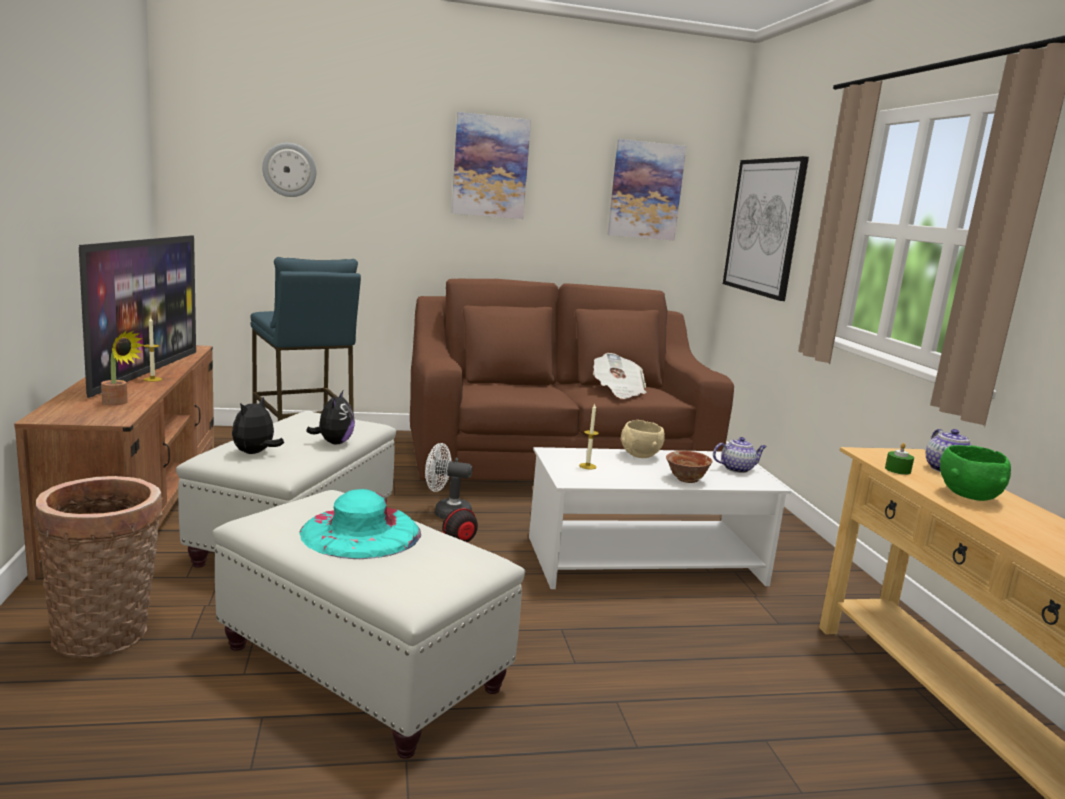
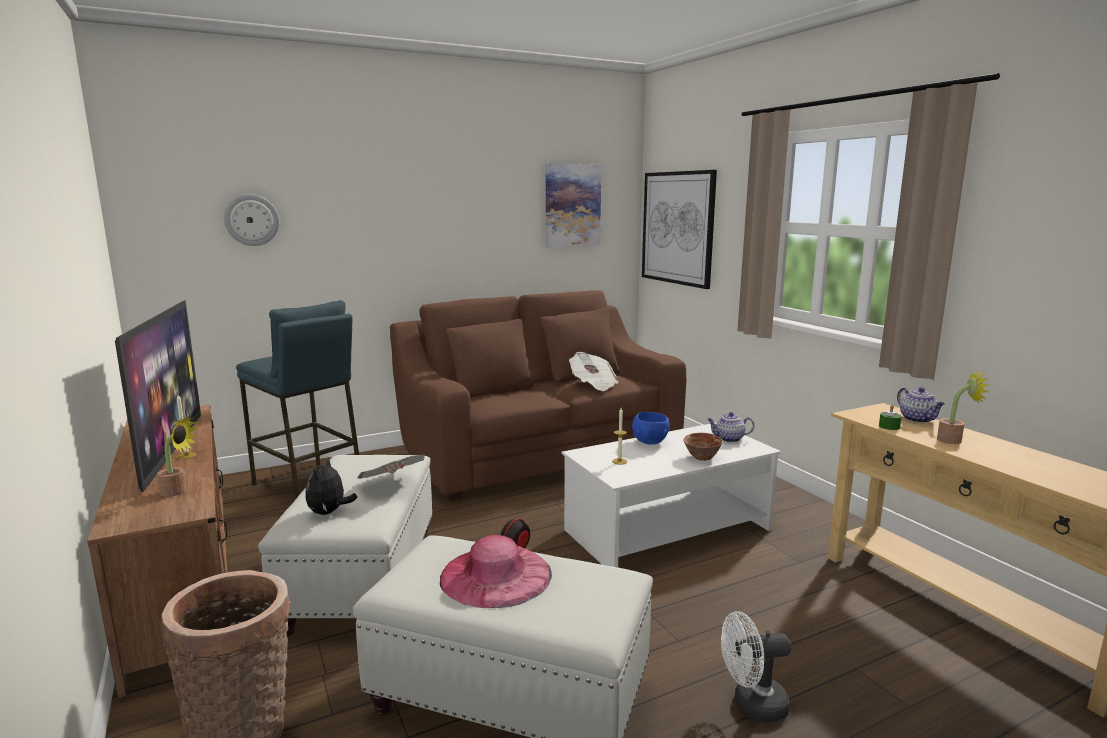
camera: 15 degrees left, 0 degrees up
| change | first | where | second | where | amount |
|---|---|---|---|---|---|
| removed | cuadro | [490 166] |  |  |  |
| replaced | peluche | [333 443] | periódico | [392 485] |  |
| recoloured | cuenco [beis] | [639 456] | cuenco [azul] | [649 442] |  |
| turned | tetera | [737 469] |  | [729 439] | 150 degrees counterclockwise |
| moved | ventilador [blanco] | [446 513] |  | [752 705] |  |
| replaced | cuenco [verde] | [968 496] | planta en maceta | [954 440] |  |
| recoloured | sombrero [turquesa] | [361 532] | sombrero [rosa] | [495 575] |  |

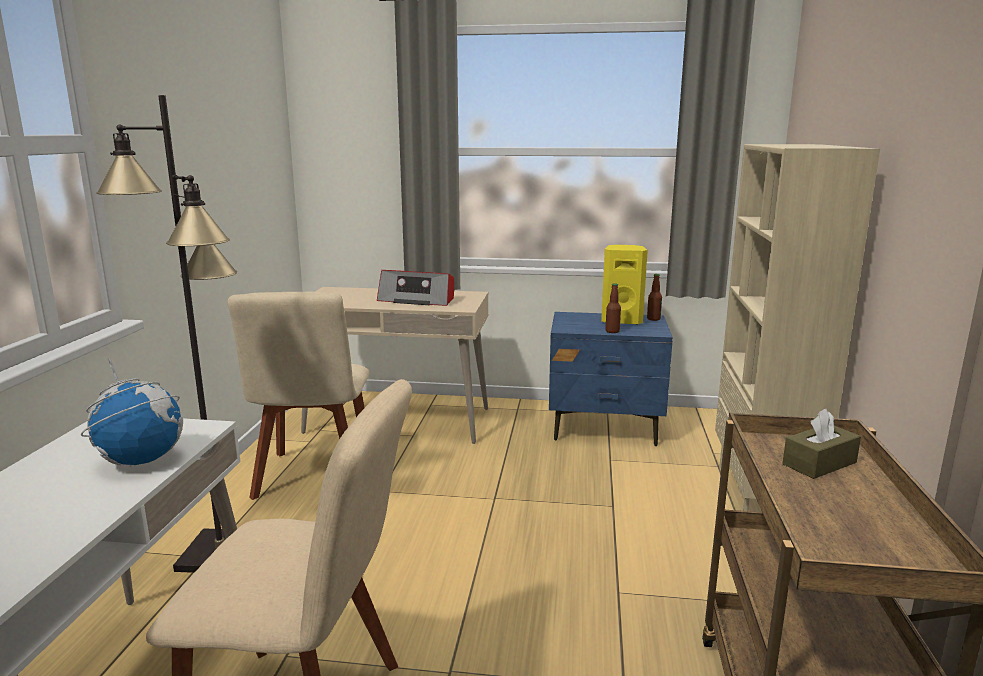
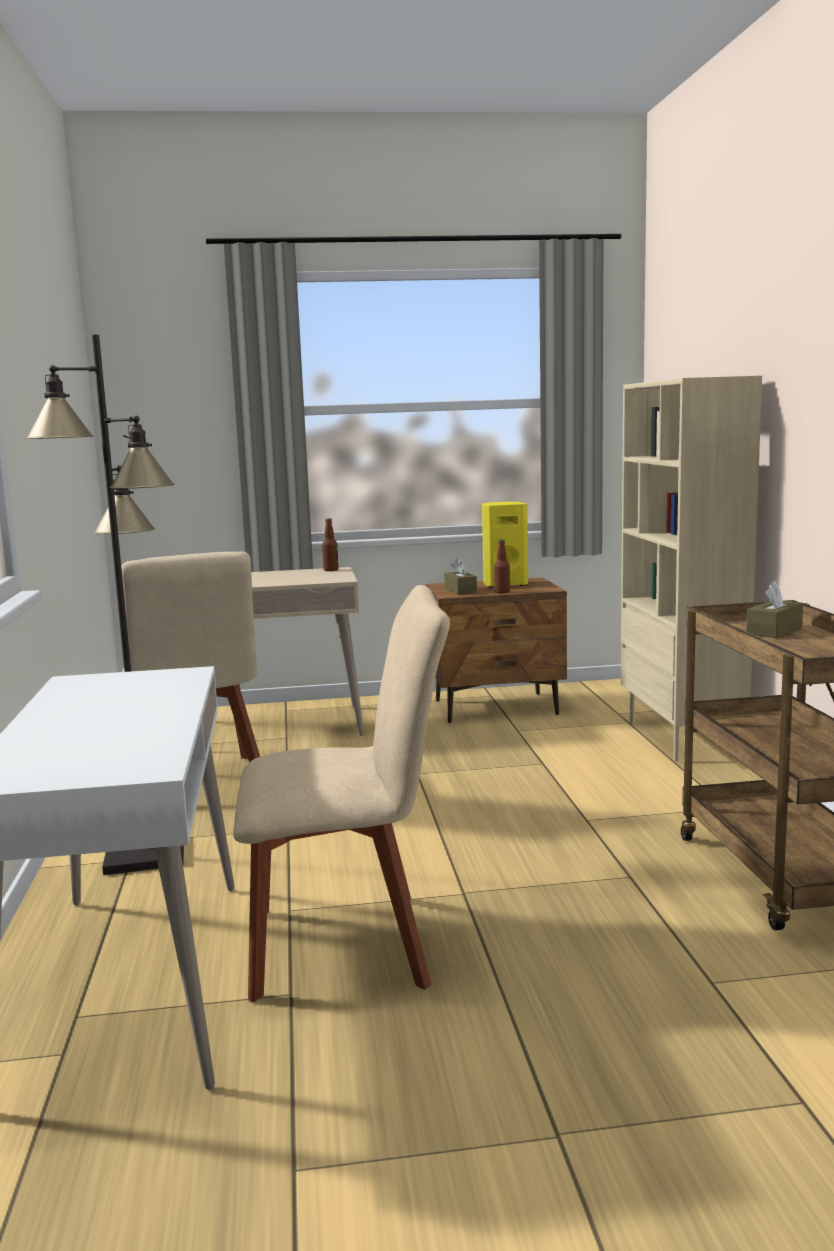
camera: 15 degrees left, 5 degrees down
| change | first | where | second | where | amount |
|---|---|---|---|---|---|
| removed | radio | [417 300] |  |  |  |
| moved | botella | [653 319] |  | [331 570] |  |
| recoloured | mesita de noche [azul] | [605 428] | mesita de noche [marrón] | [496 707] |  |
| removed | globo terráqueo | [141 460] |  |  |  |
| added |  |  | caja de pañuelos [marrón] | [460 591] |  |

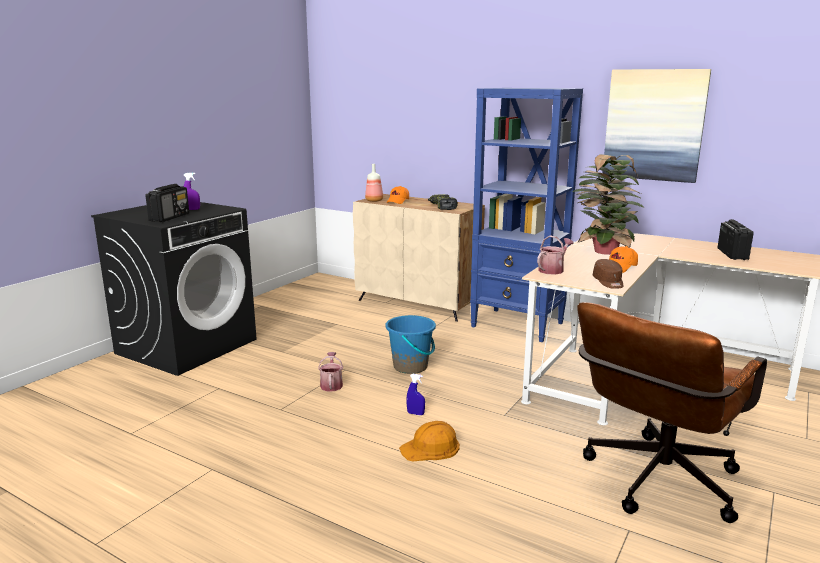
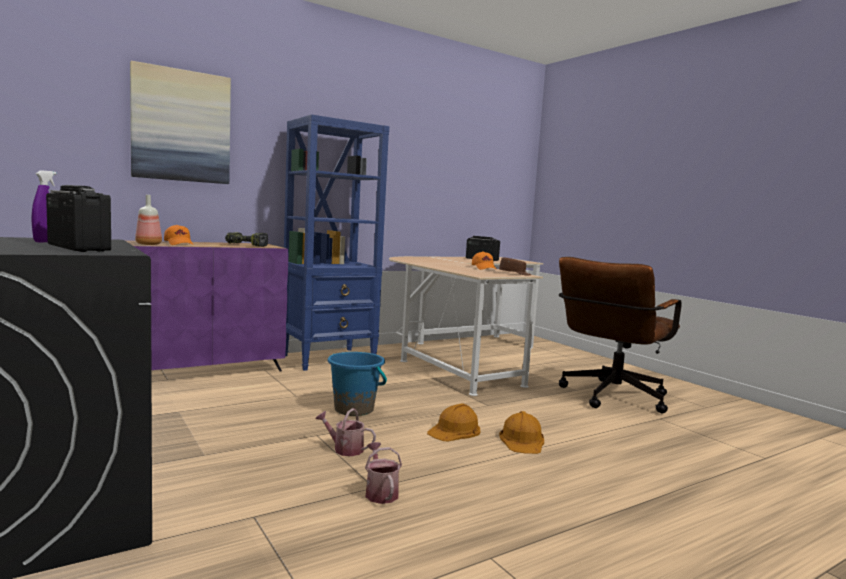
camera: 65 degrees left, 10 degrees down
| change | first | where | second | where | amount |
|---|---|---|---|---|---|
| moved | cuadro | [654 125] |  | [181 126] |  |
| removed | planta en maceta | [603 252] |  |  |  |
| recoloured | armario [beis] | [418 303] | armario [morado] | [205 370] |  |
| moved | regadera | [553 270] |  | [380 492] |  |
| turned | silla de oficina [marrón] | [655 484] |  | [610 398] | 60 degrees clockwise |
| replaced | pulverizador [azul] | [415 413] | casco [naranja] | [455 431] |  |

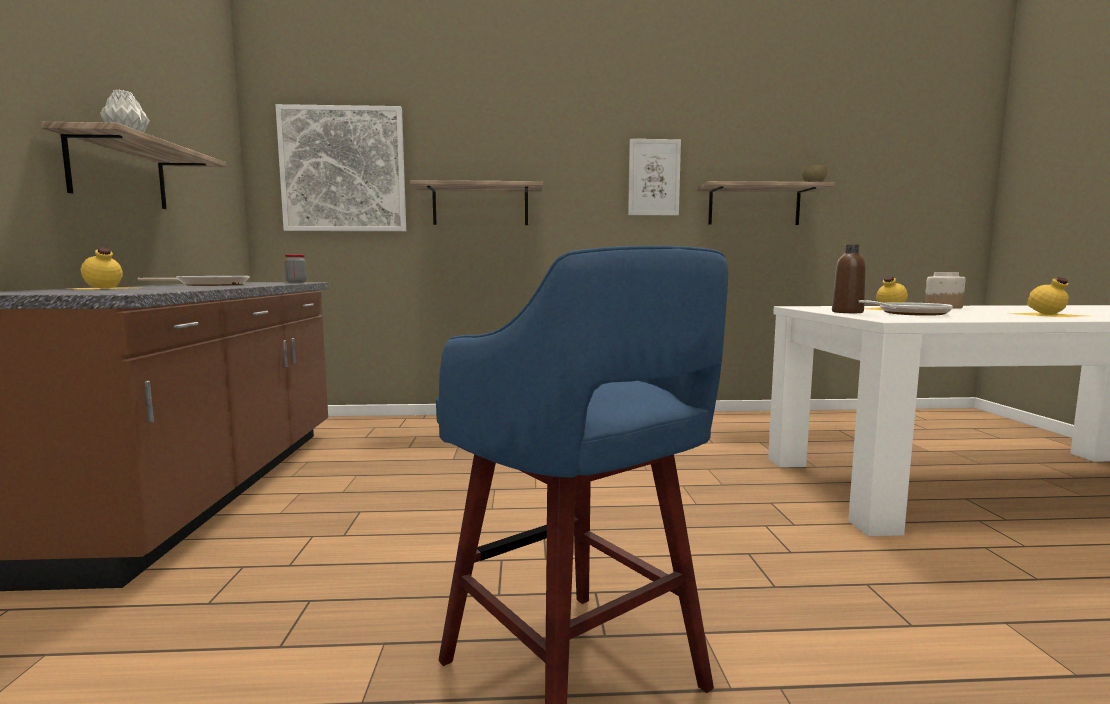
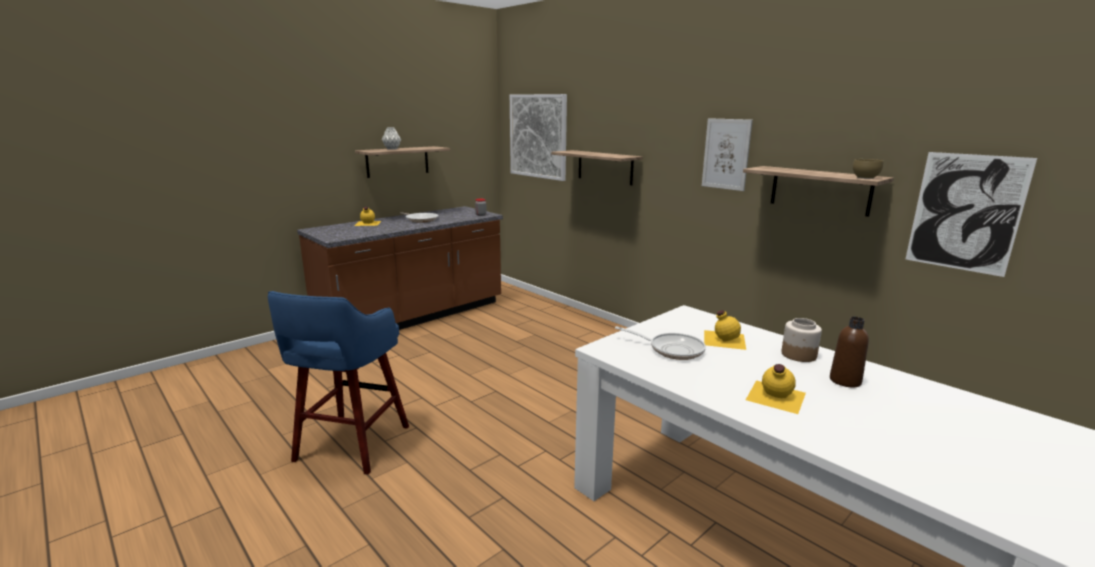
camera: 50 degrees right, 10 degrees up
| change | first | where | second | where | amount |
|---|---|---|---|---|---|
| moved | botella [marrón] | [847 312] |  | [845 381] |  |
| added |  |  | cuadro | [965 213] |  |

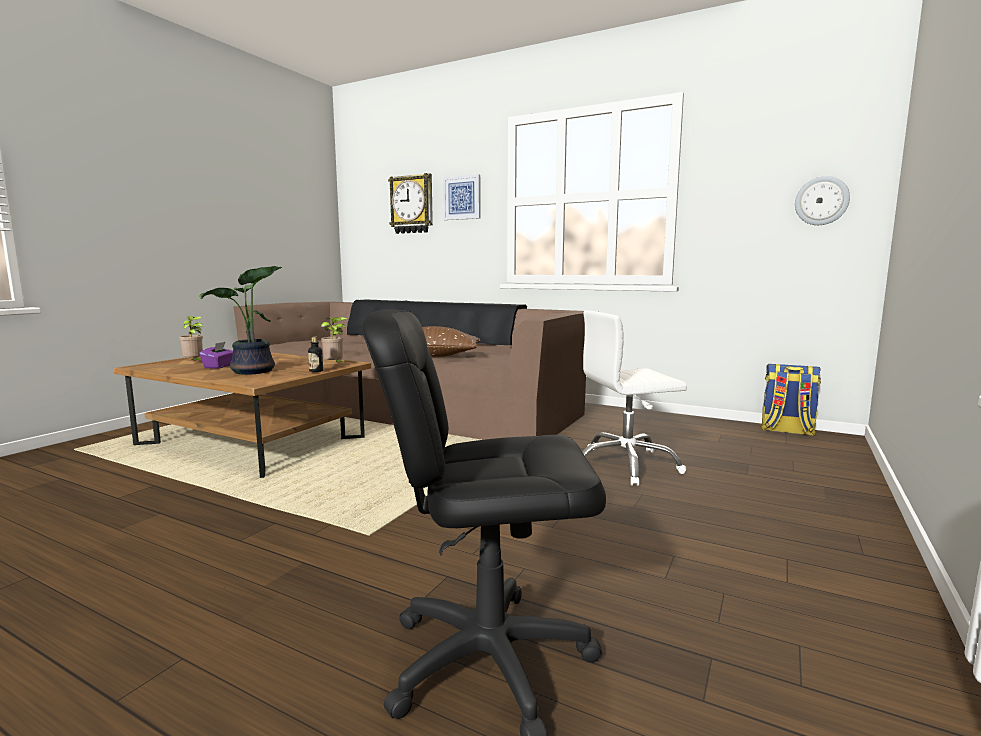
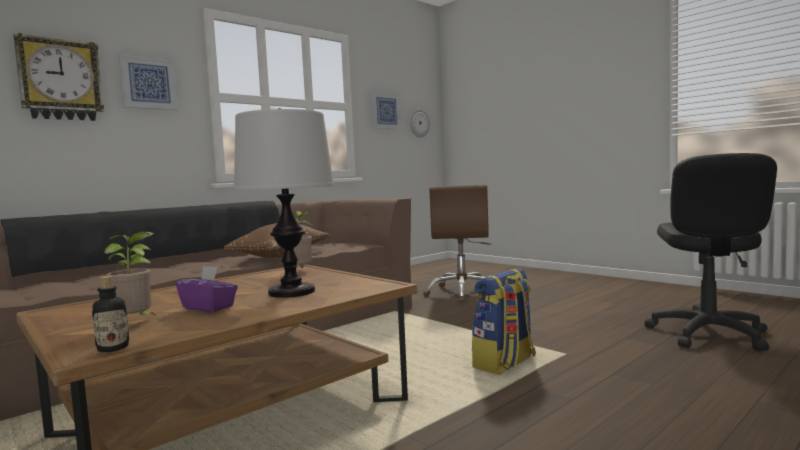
camera: 70 degrees left, 5 degrees down
| change | first | where | second | where | amount |
|---|---|---|---|---|---|
| replaced | planta en maceta | [253 372] | lámpara de mesa | [292 292] |  |
| recoloured | silla de oficina [blanco] | [626 465] | silla de oficina [marrón] | [462 293] |  |
| moved | botella | [316 371] |  | [113 348] |  |
| moved | mochila | [786 431] |  | [505 364] |  |
| added |  |  | cuadro | [385 111] |  |

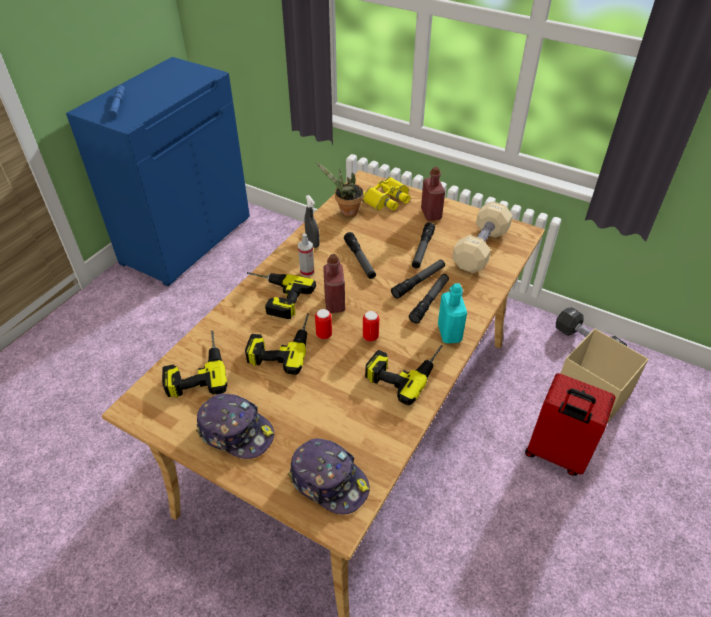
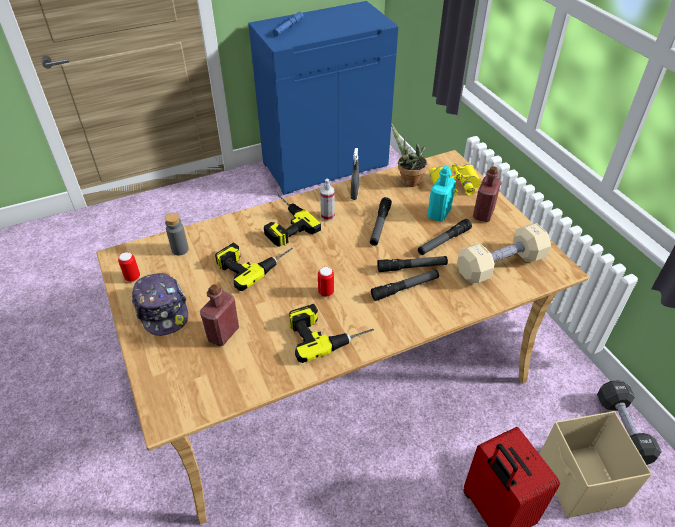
camera: 35 degrees right, 0 degrees up
| change | first | where | second | where | amount |
|---|---|---|---|---|---|
| moved | botella [rojo] | [334 303] |  | [223 333] |  |
| moved | botella [turquesa] | [449 333] |  | [439 213] |  |
| moved | lata | [324 335] |  | [132 277] |  |
| replaced | taladro | [195 368] | botella [gris] | [180 249] |  |
| removed | gorra | [329 481] |  |  |  |

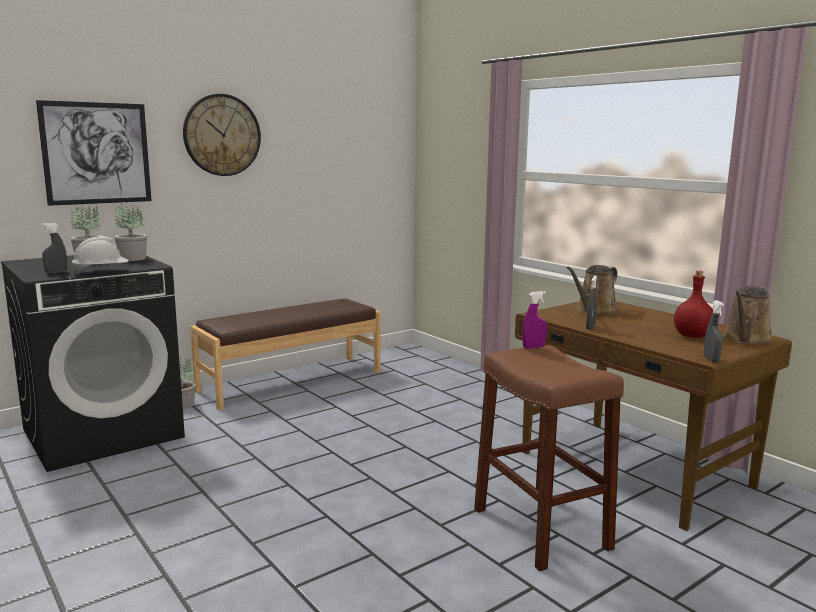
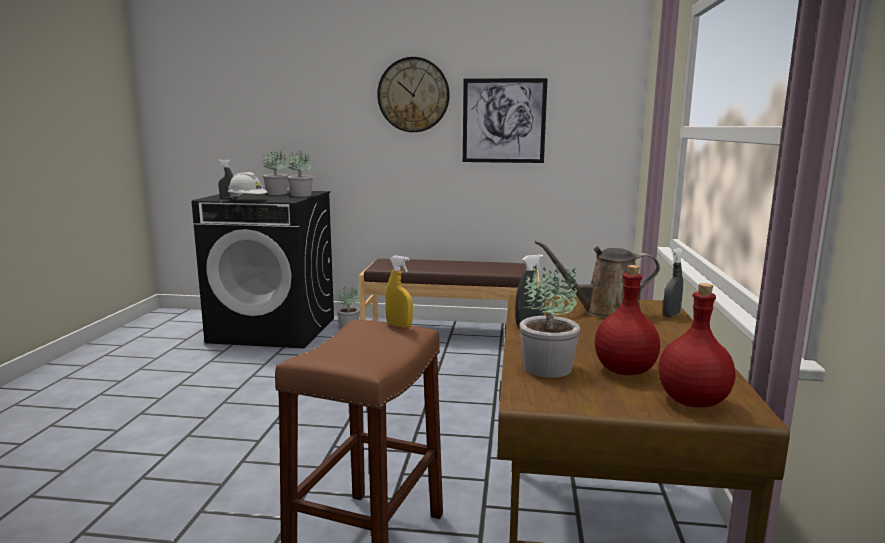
camera: 45 degrees right, 0 degrees up
| change | first | where | second | where | amount |
|---|---|---|---|---|---|
| moved | cuadro | [96 153] |  | [504 121] |  |
| replaced | regadera [marrón] | [746 340] | botella [rojo] | [694 401] |  |
| recoloured | pulverizador [morado] | [533 347] | pulverizador [amarillo] | [399 325] |  |
| moved | pulverizador [gris] | [711 360] |  | [671 315] |  |
| added |  |  | planta en maceta | [548 367] |  |

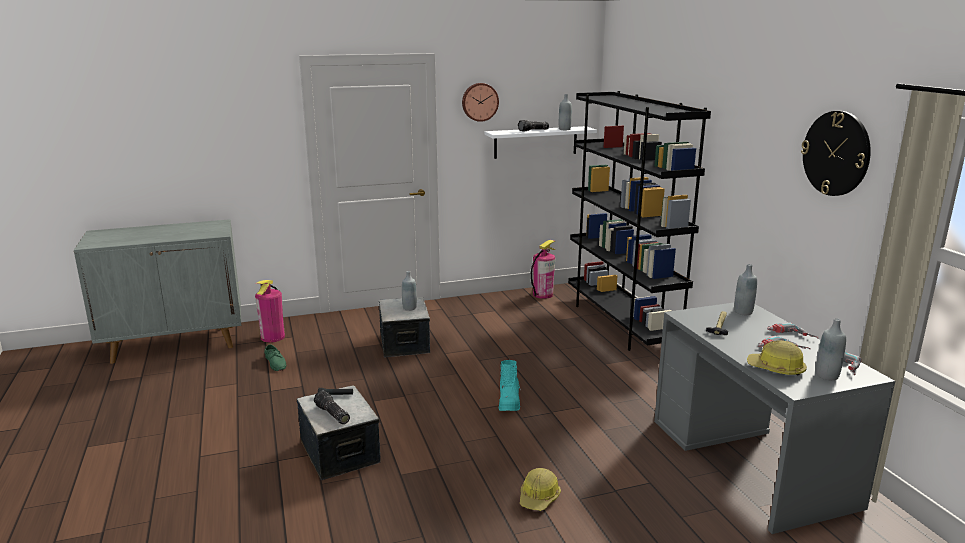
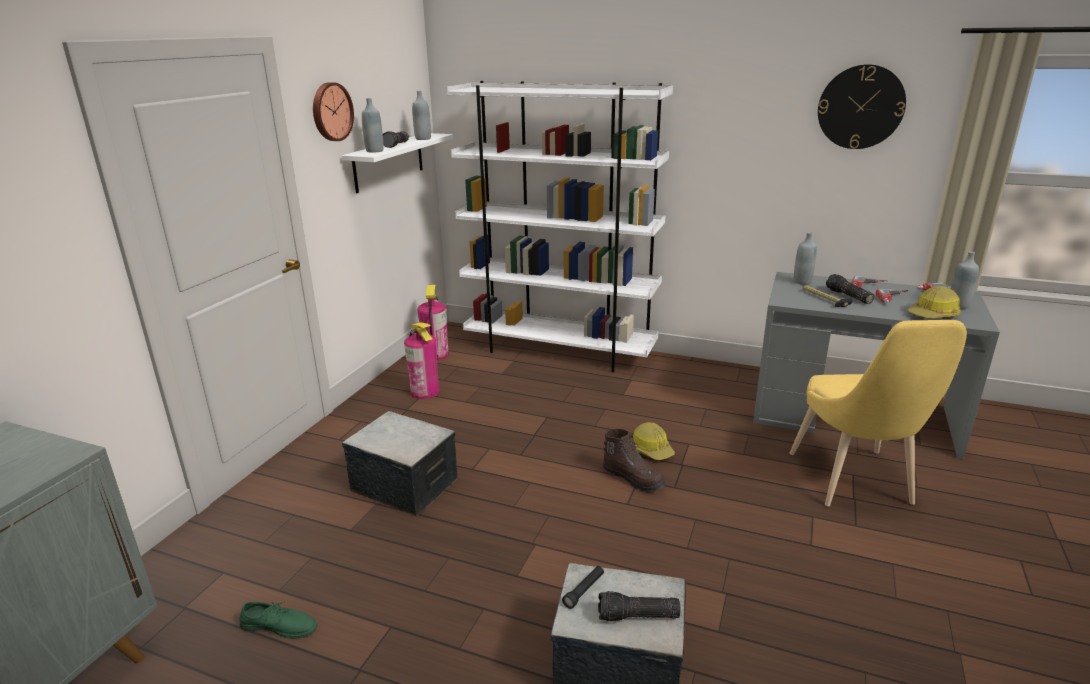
camera: 50 degrees left, 5 degrees up
| change | first | where | second | where | amount |
|---|---|---|---|---|---|
| recoloured | estantería [negro] | [621 324] | estantería [blanco] | [559 351] |  |
| moved | botella [gris] | [409 308] |  | [374 151] |  |
| moved | extintor | [273 337] |  | [425 391] |  |
| recoloured | bota [turquesa] | [509 401] | bota [marrón] | [633 478] |  |
| moved | casco | [539 497] |  | [651 449] |  |
| added |  |  | linterna | [847 296] |  |
| added |  |  | silla [amarillo] | [854 483] |  |

